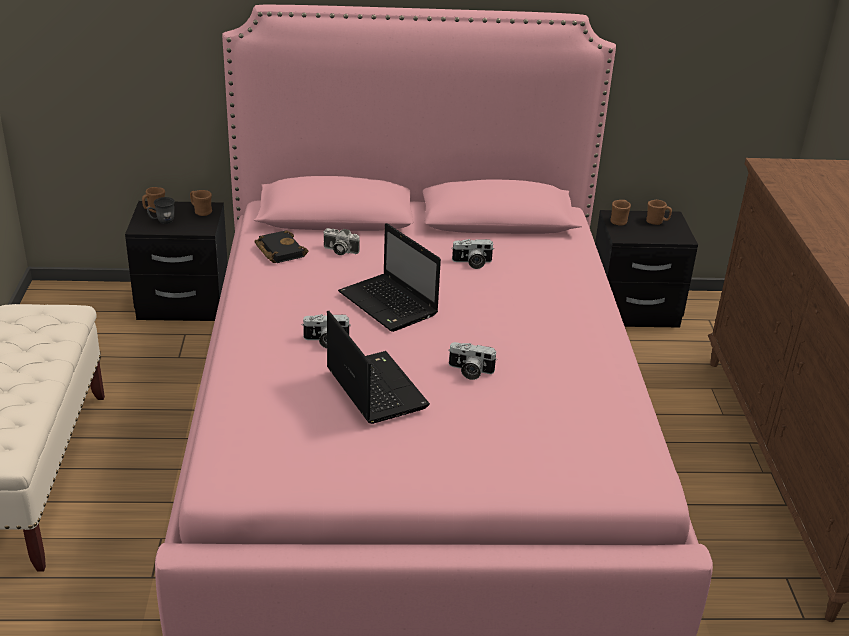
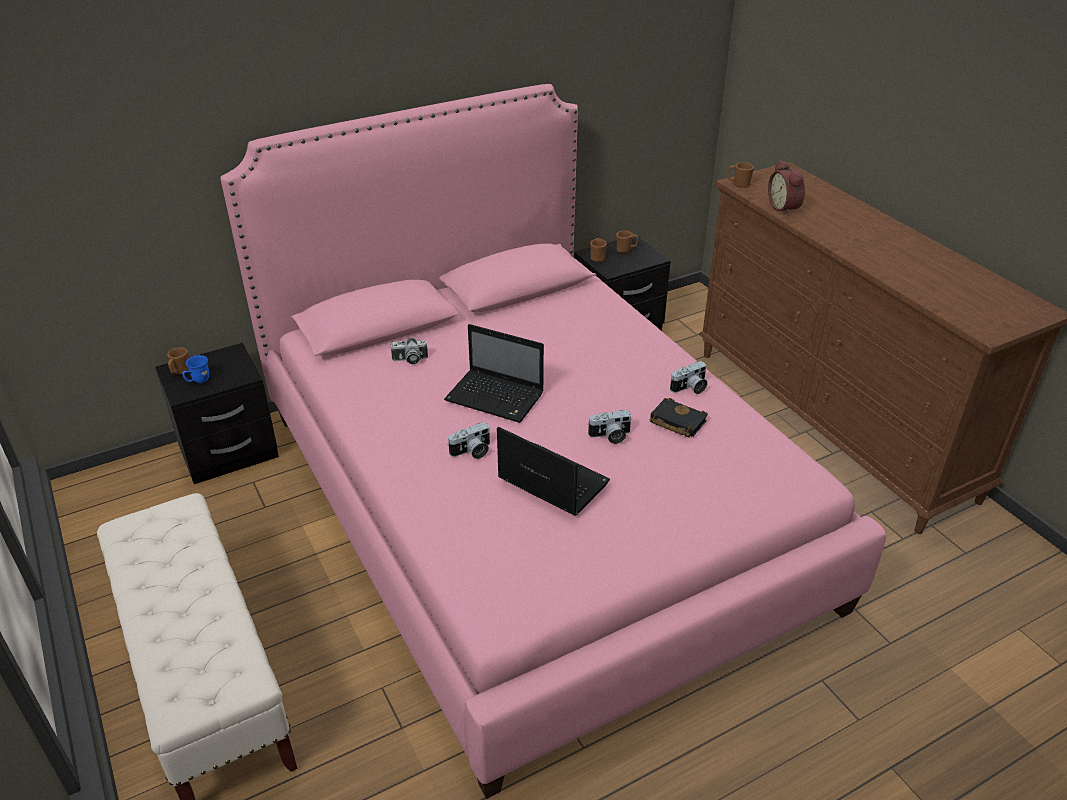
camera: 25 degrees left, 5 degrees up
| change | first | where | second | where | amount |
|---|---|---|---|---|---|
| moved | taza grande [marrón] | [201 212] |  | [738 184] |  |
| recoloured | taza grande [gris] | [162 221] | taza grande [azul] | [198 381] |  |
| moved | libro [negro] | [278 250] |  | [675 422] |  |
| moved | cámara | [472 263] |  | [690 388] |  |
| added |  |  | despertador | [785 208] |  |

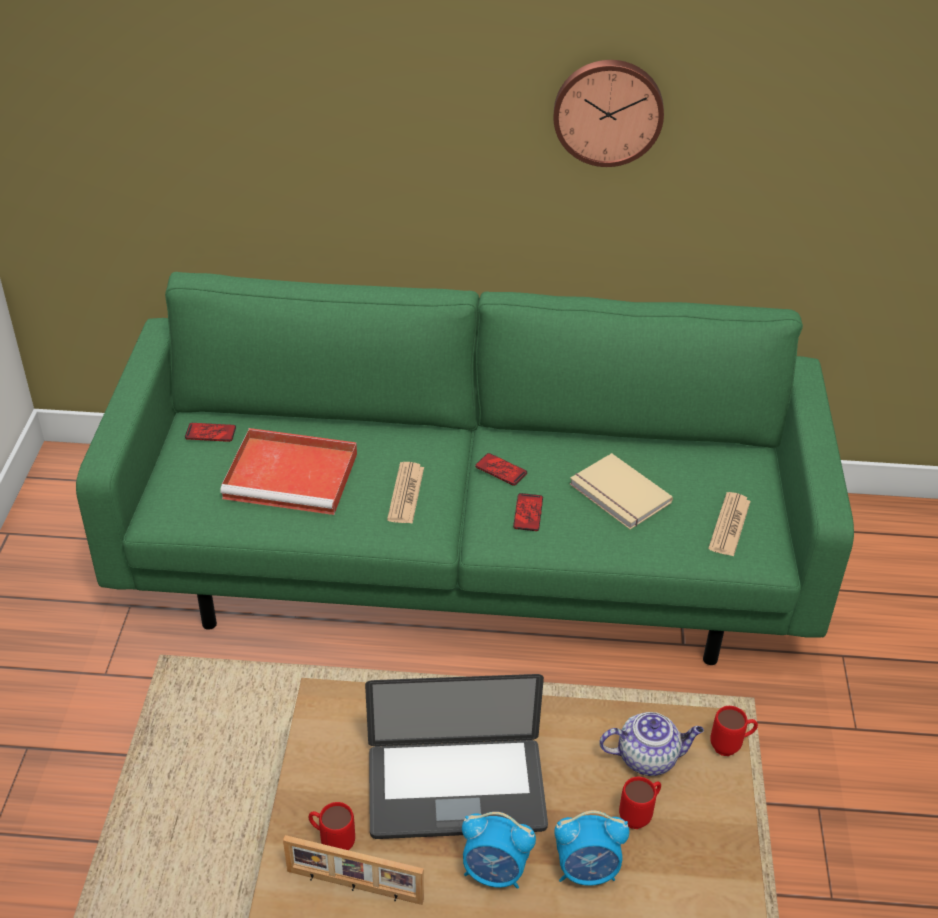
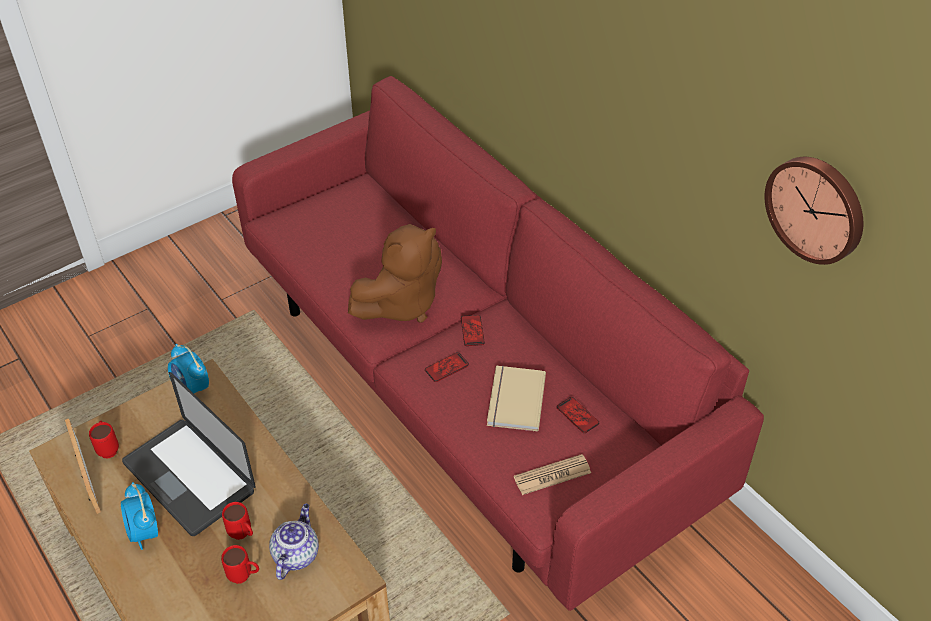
camera: 50 degrees right, 5 degrees up
| change | first | where | second | where | amount |
|---|---|---|---|---|---|
| moved | reloj de pared | [608 111] |  | [817 208] |  |
| recoloured | sofá [verde] | [466 563] | sofá [rojo] | [465 387] |  |
| moved | móvil | [210 433] |  | [577 415] |  |
| removed | bandeja [rojo] | [294 476] |  |  |  |
| replaced | periódico | [406 494] | peluche [marrón] | [401 303] |  |
| moved | taza grande [rojo] | [731 746] |  | [243 535] |  |
| turned | tetera | [648 757] |  | [296 554] | 120 degrees counterclockwise |
| moved | despertador | [587 871] |  | [192 389] |  |

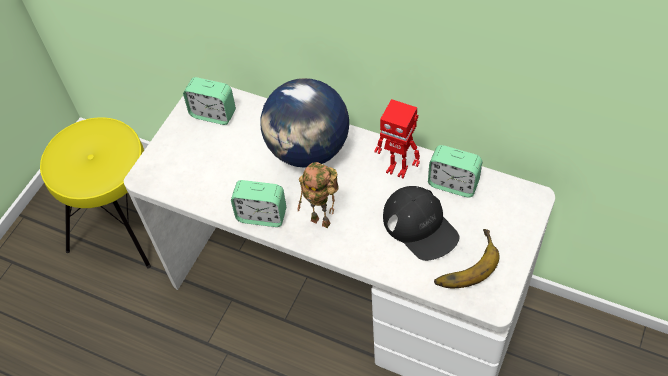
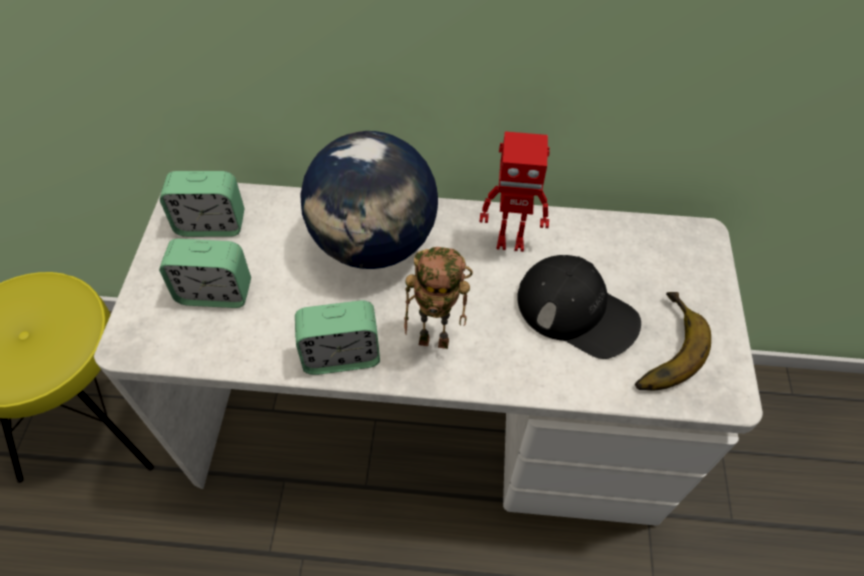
camera: 25 degrees left, 0 degrees up
| change | first | where | second | where | amount |
|---|---|---|---|---|---|
| moved | despertador | [453 184] |  | [215 293] |  |

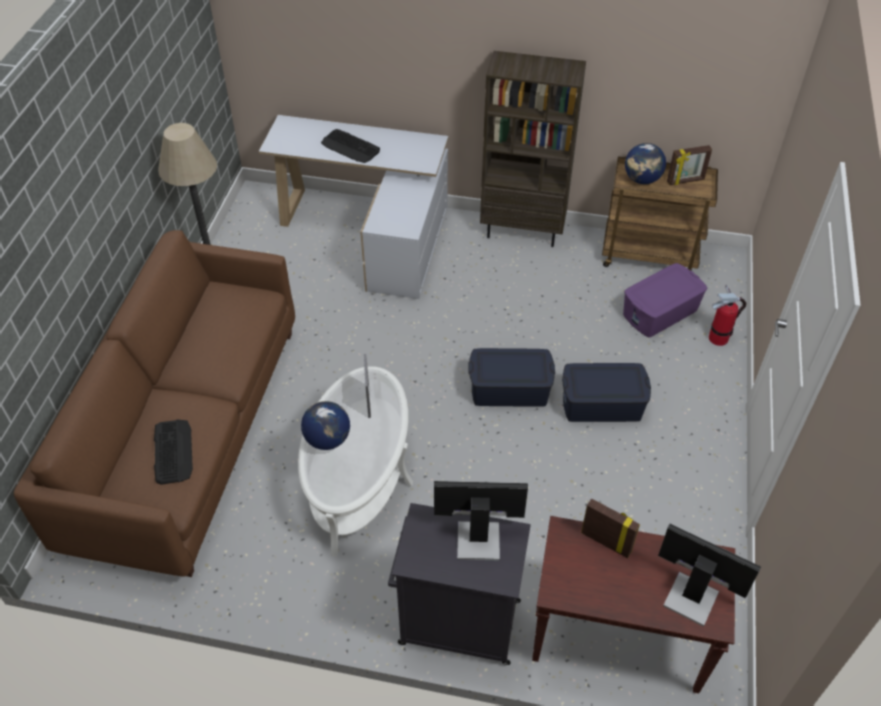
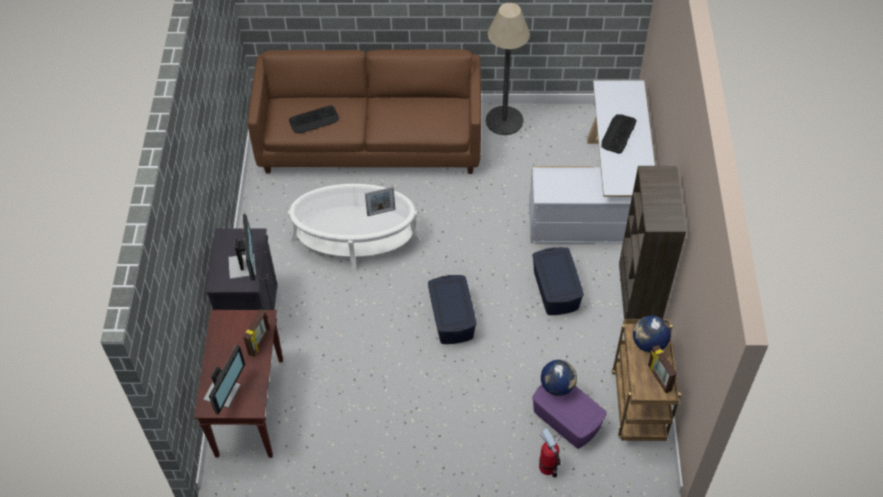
camera: 80 degrees right, 5 degrees up
| change | first | where | second | where | amount |
|---|---|---|---|---|---|
| moved | caja de almacenaje [azul] | [602 405] |  | [555 290] |  |
| moved | globo terráqueo | [327 439] |  | [557 386] |  |

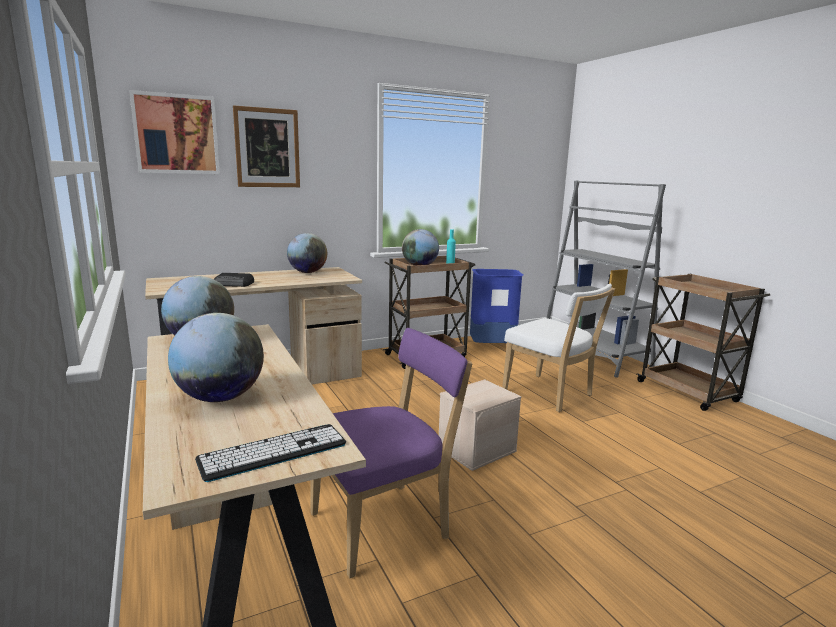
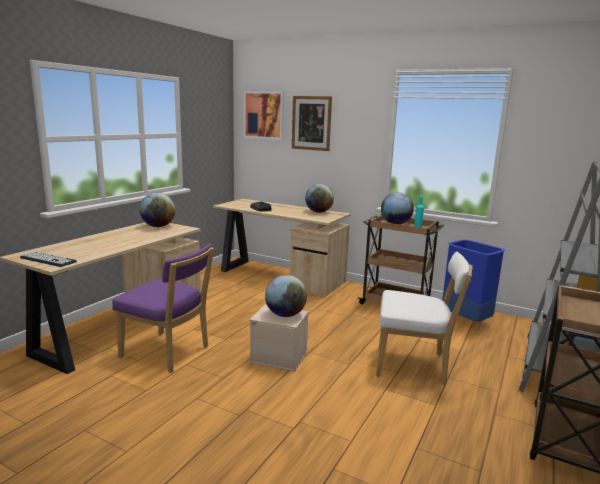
camera: 55 degrees right, 0 degrees up
| change | first | where | second | where | amount |
|---|---|---|---|---|---|
| turned | silla [blanco] | [551 395] |  | [414 365] | 90 degrees counterclockwise |
| moved | globo terráqueo | [220 398] |  | [285 315] |  |

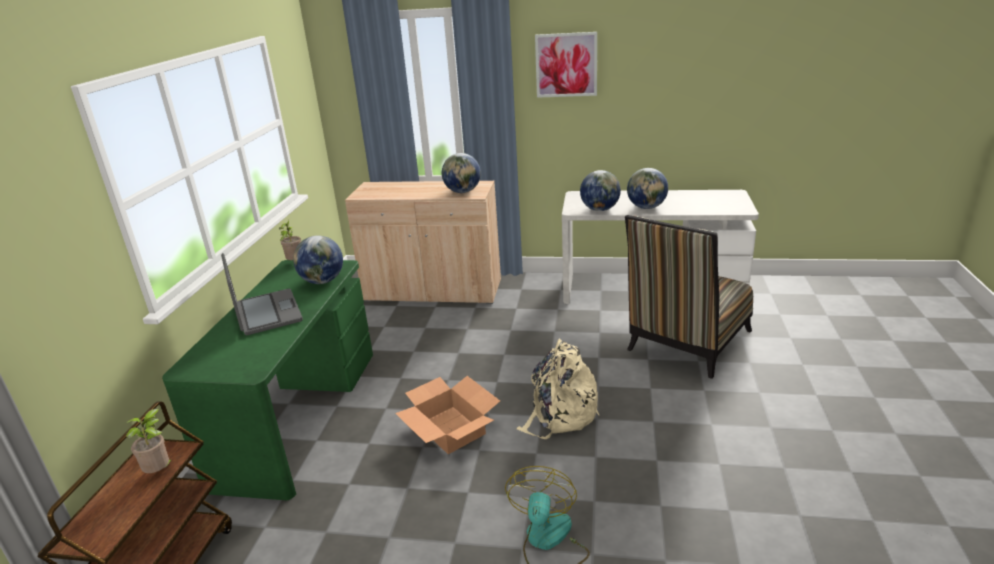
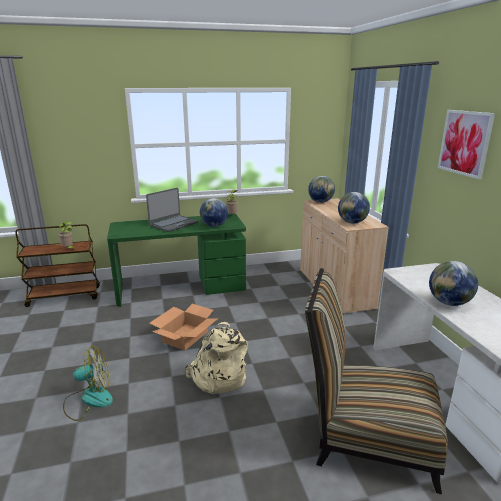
camera: 65 degrees right, 5 degrees down
| change | first | where | second | where | amount |
|---|---|---|---|---|---|
| moved | globo terráqueo | [600 209] |  | [320 202] |  |

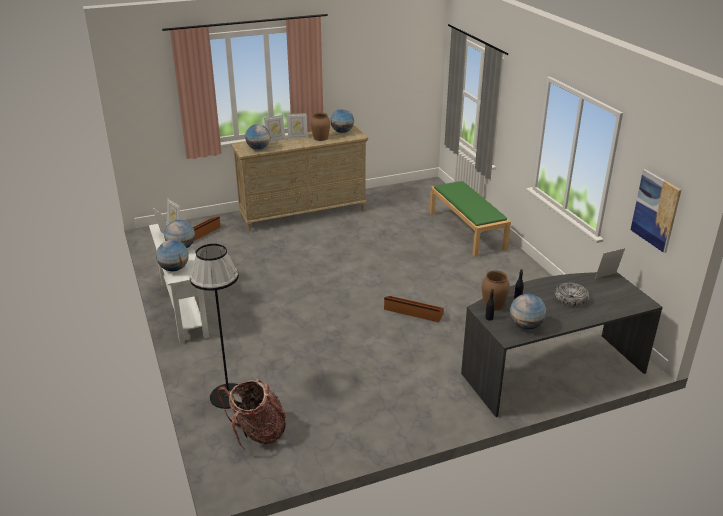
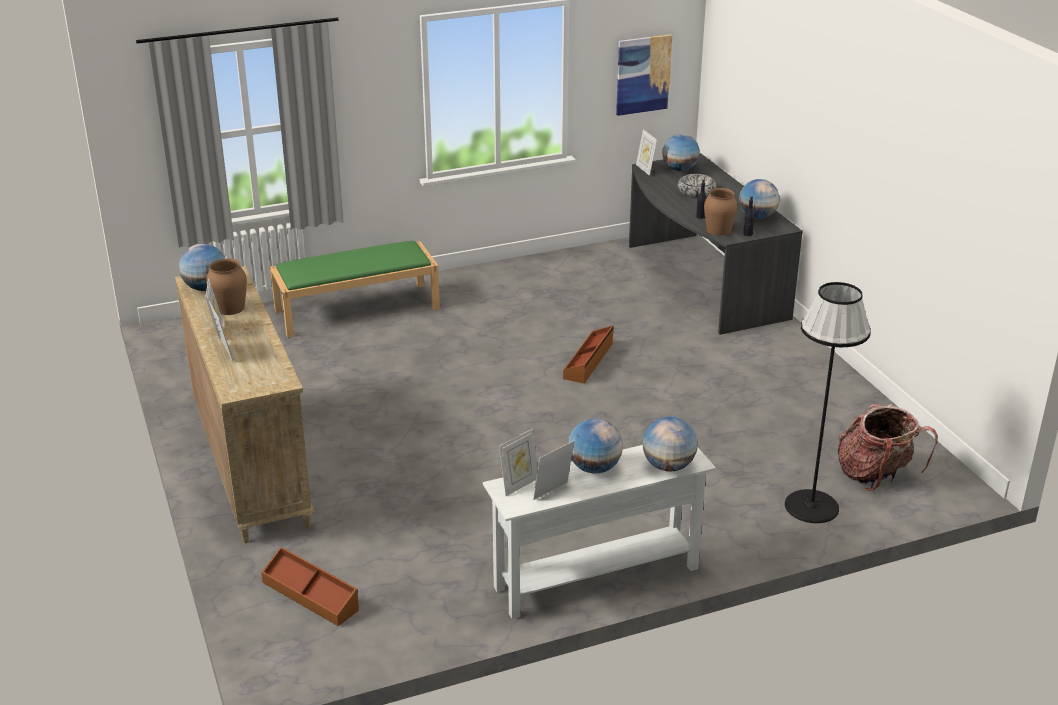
camera: 90 degrees left, 0 degrees up
| change | first | where | second | where | amount |
|---|---|---|---|---|---|
| moved | globo terráqueo | [258 148] |  | [679 169] |  |

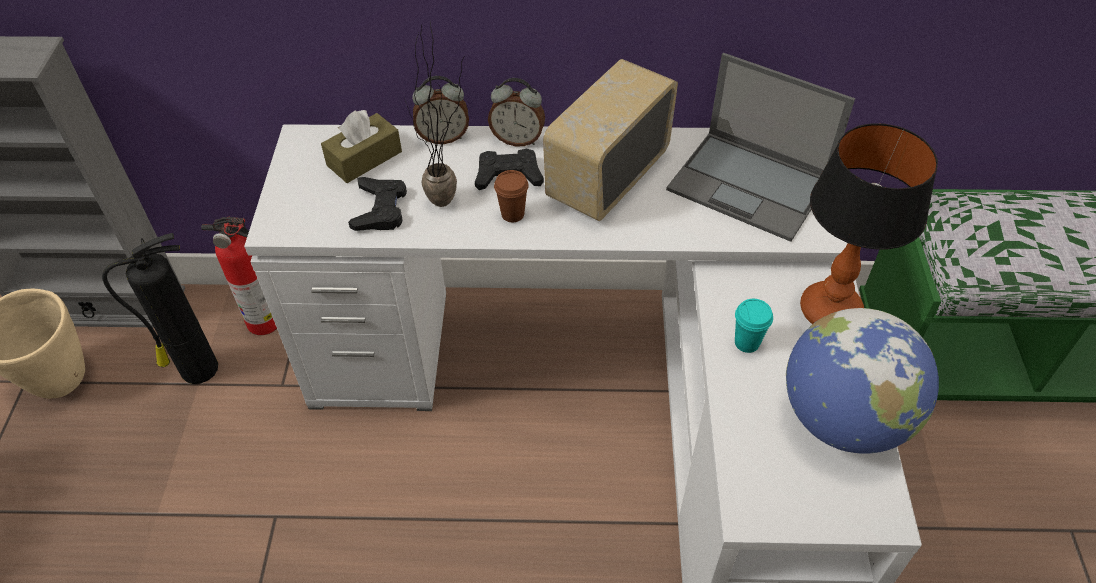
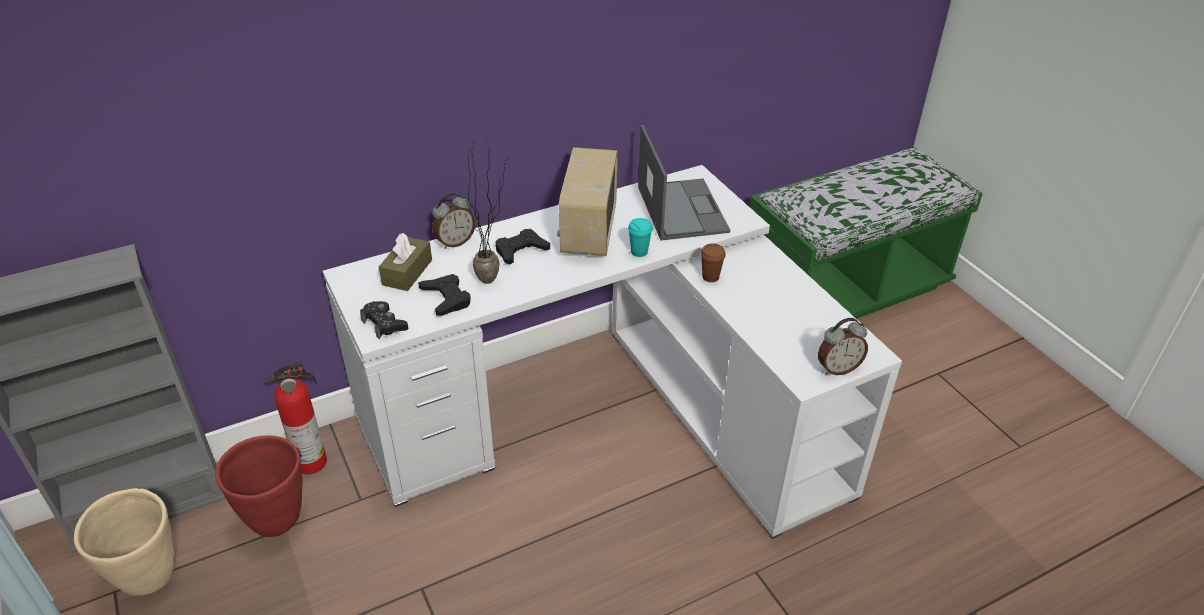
camera: 30 degrees left, 10 degrees down
| change | first | where | second | where | amount |
|---|---|---|---|---|---|
| turned | portátil | [750 185] |  | [681 209] | 105 degrees counterclockwise |
| moved | despertador | [518 139] |  | [837 368] |  |
| removed | lámpara de mesa | [829 310] |  |  |  |
| moved | taza [marrón] | [512 214] |  | [710 277] |  |
| replaced | extintor | [197 370] | maceta [rojo] | [276 518] |  |
| moved | taza [turquesa] | [747 342] |  | [639 252] |  |
| removed | globo terráqueo | [843 419] |  |  |  |
| added |  |  | mando de consola [negro] | [384 324] |  |

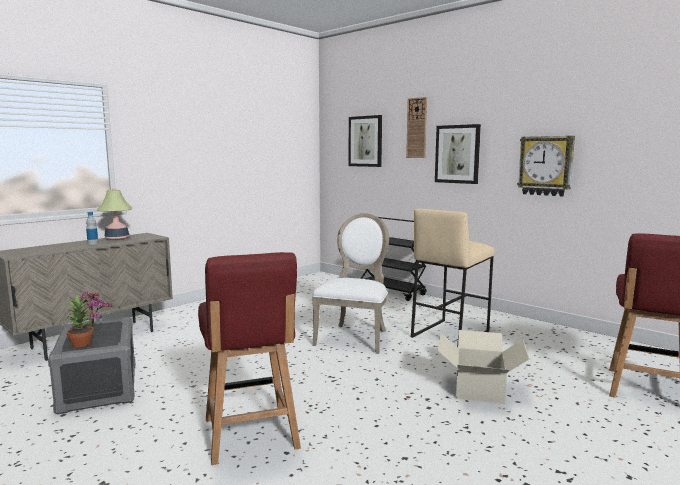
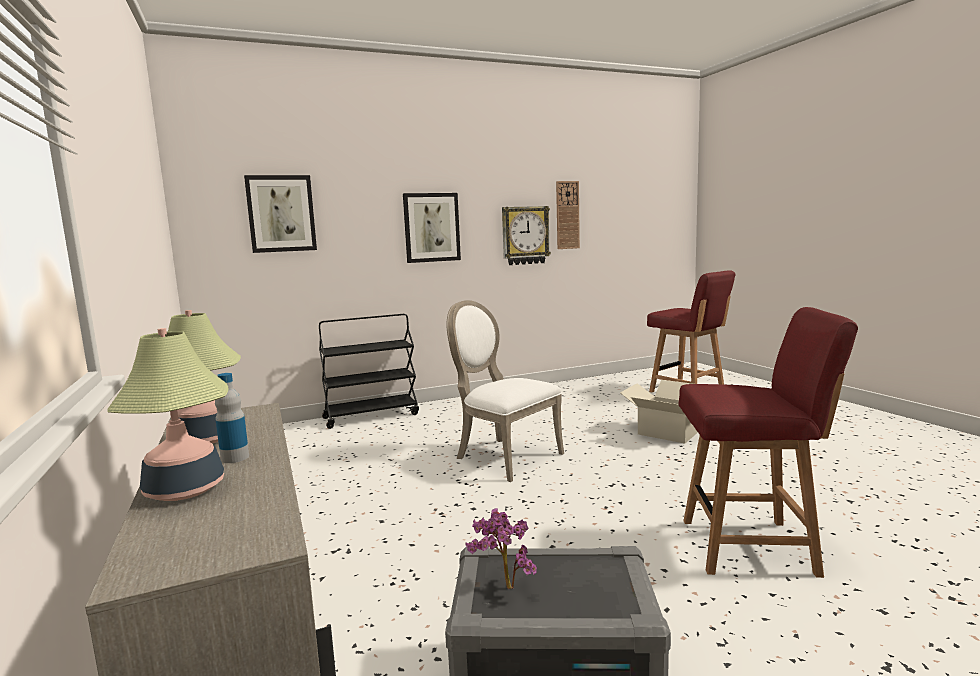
camera: 65 degrees left, 0 degrees up
| change | first | where | second | where | amount |
|---|---|---|---|---|---|
| moved | reloj de pared | [417 128] |  | [567 215] |  |
| removed | taburete [beis] | [449 334] |  |  |  |
| removed | planta en maceta | [82 344] |  |  |  |
| added |  |  | lámpara de mesa | [185 489] |  |

